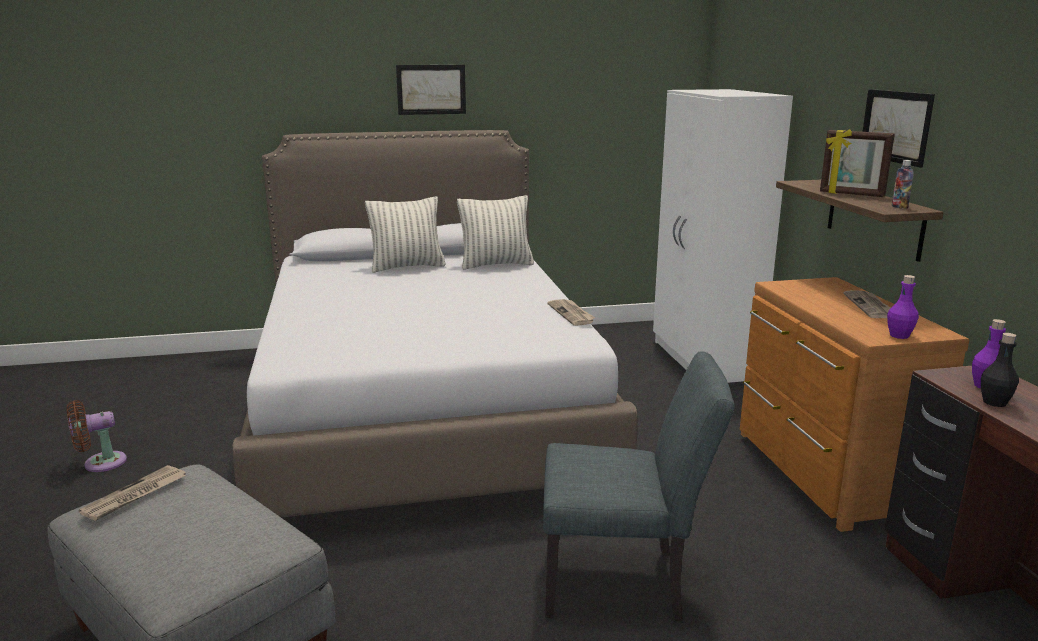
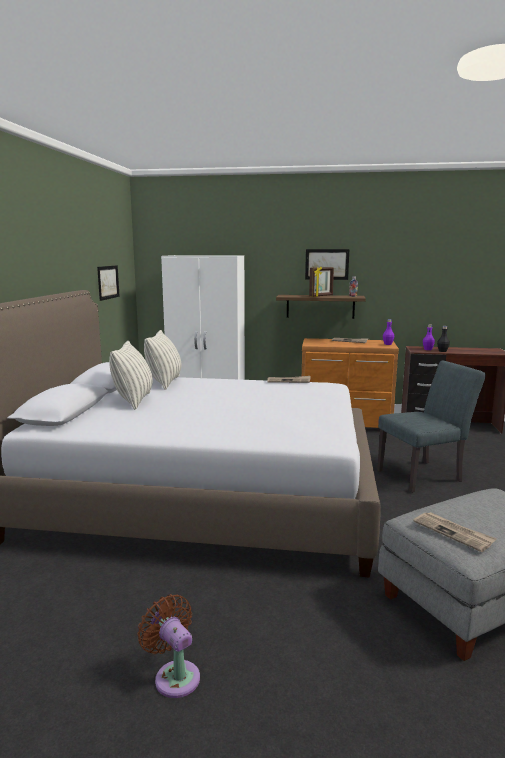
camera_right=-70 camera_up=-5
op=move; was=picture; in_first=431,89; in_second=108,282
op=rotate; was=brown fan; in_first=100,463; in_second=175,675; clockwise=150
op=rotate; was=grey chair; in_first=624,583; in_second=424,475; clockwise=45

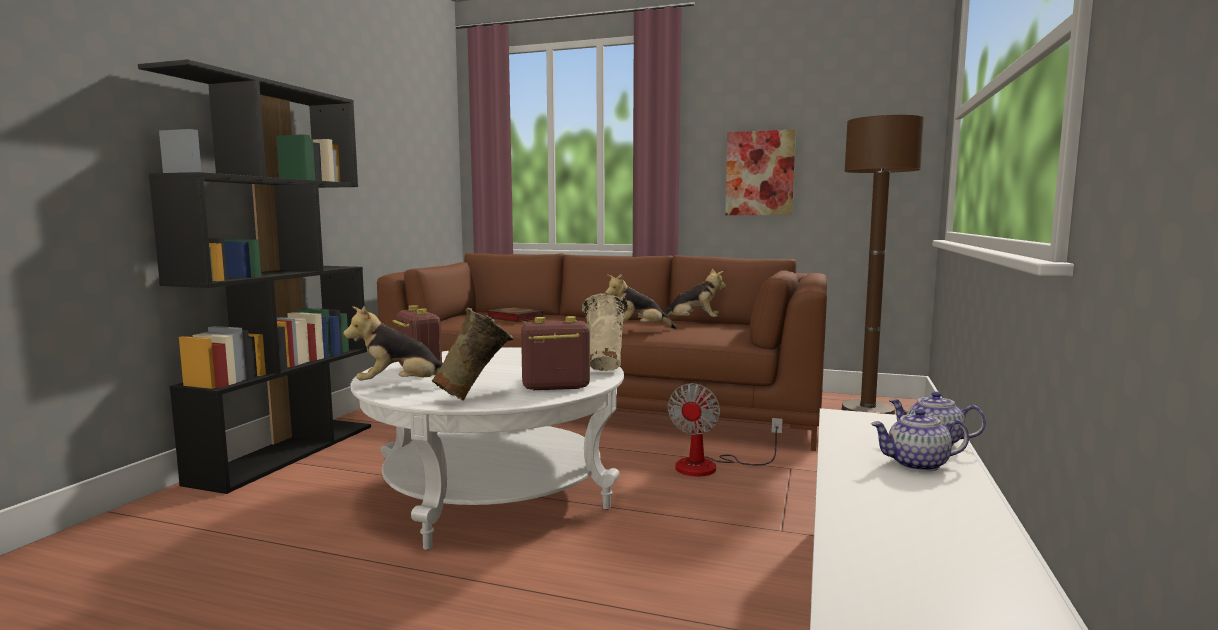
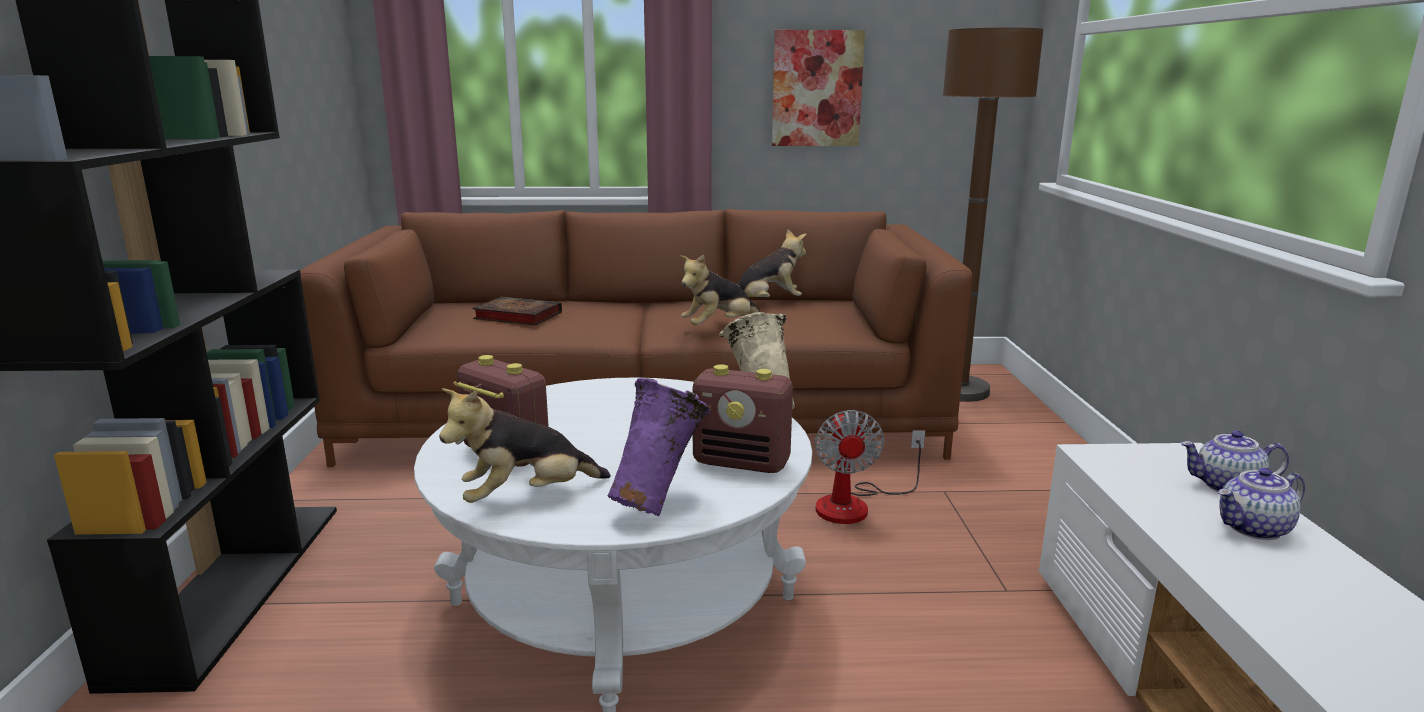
camera_right=-20 camera_up=10
op=recolor; was=beige vase; now=purple vase; in_first=475,397; in_second=659,503
op=rotate; was=radio; in_first=555,387; in_second=742,463; clockwise=-135

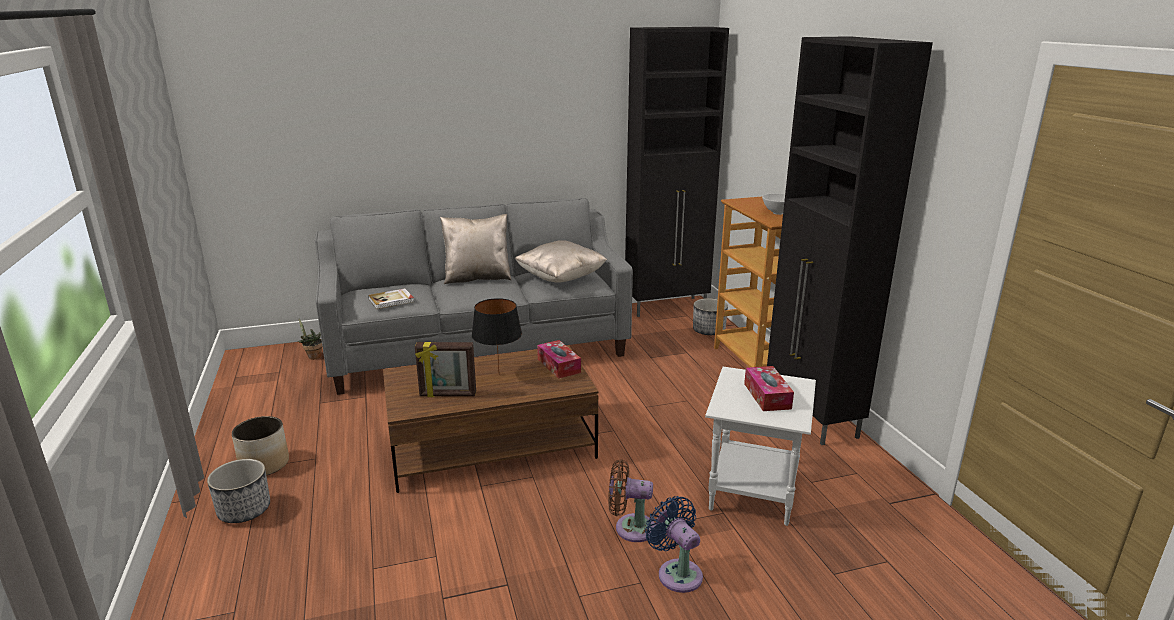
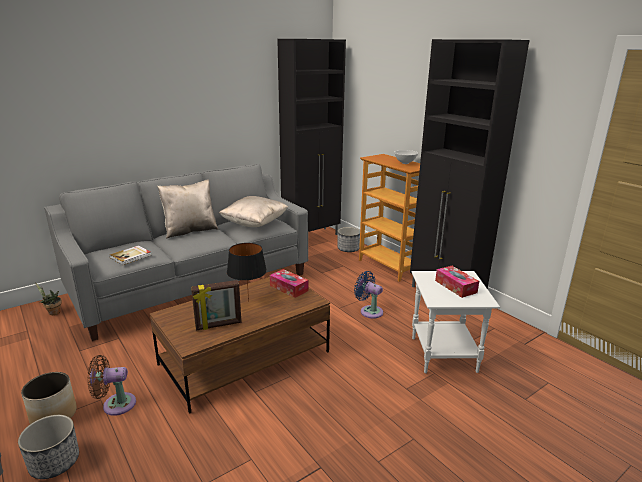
camera_right=-20 camera_up=0
op=move; was=brown fan; in_first=630,528; in_second=115,404
op=move; was=blue fan; in_first=677,572; in_second=369,311

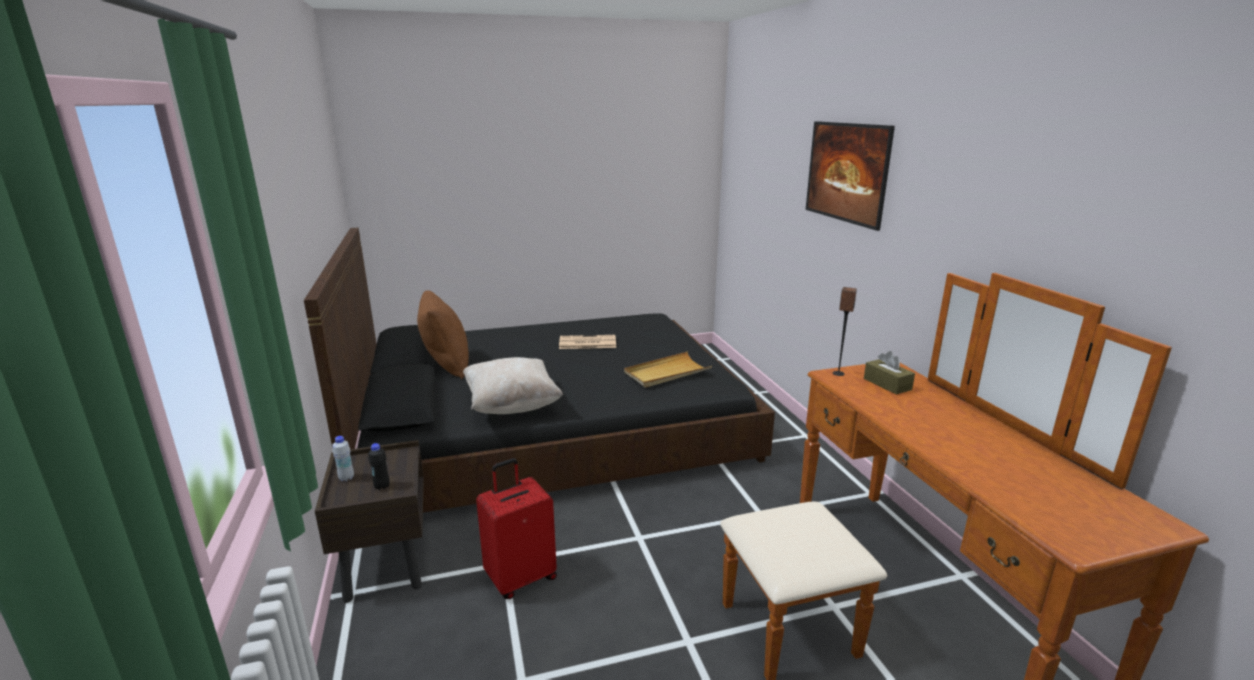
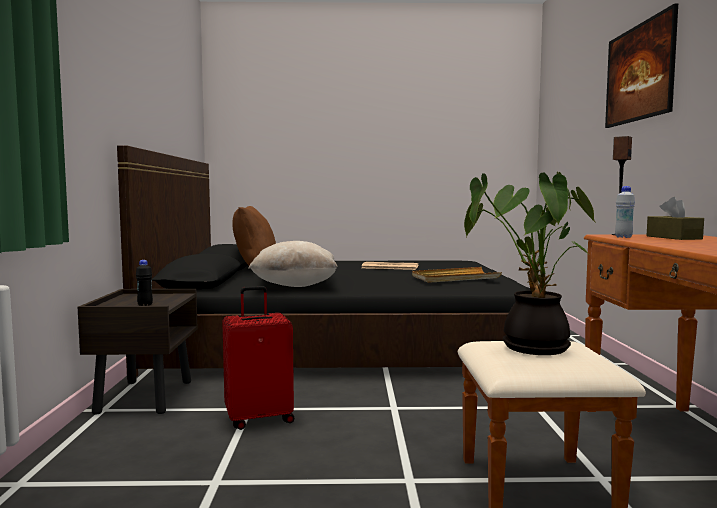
camera_right=15 camera_up=-15
op=insert; now=potted plant; in_second=529,347
op=move; was=white bottle; in_first=346,478; in_second=623,237

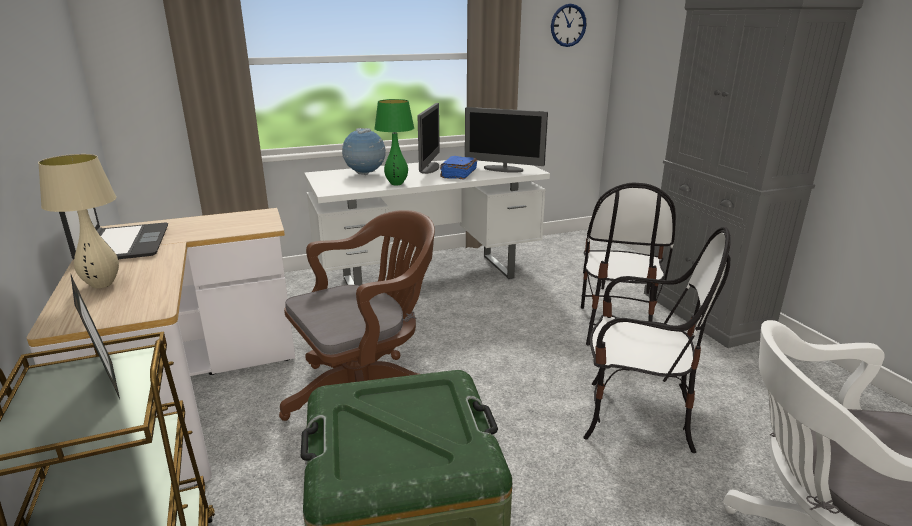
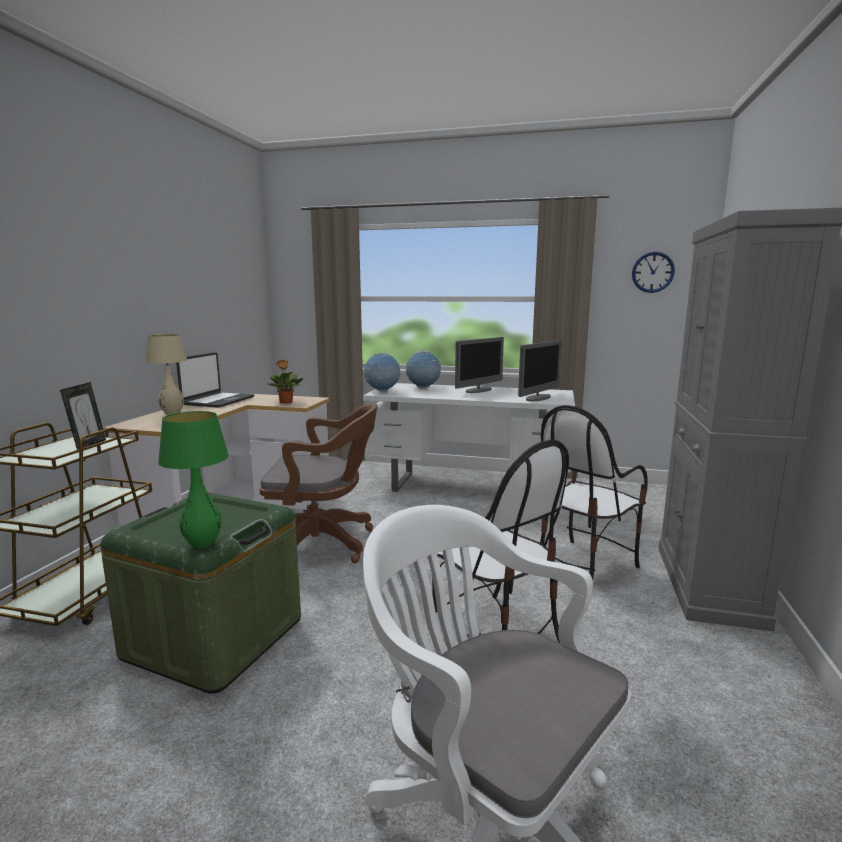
camera_right=35 camera_up=-10
op=move; was=green table lamp; in_first=396,184; in_second=202,544
op=insert; now=potted plant; in_second=286,402
op=insert; now=globe; in_second=382,391
op=rotate; was=monitor; in_first=503,169; in_second=538,398; clockwise=-105
op=delete; was=blue book; in_first=458,174

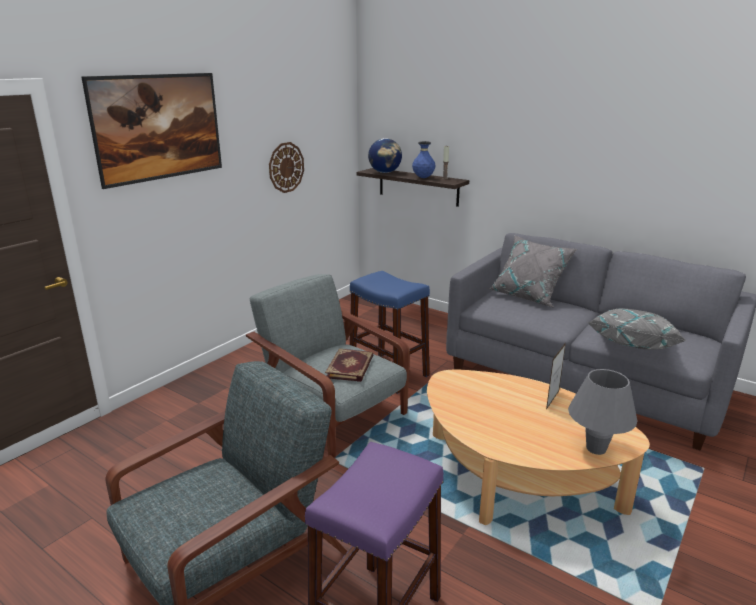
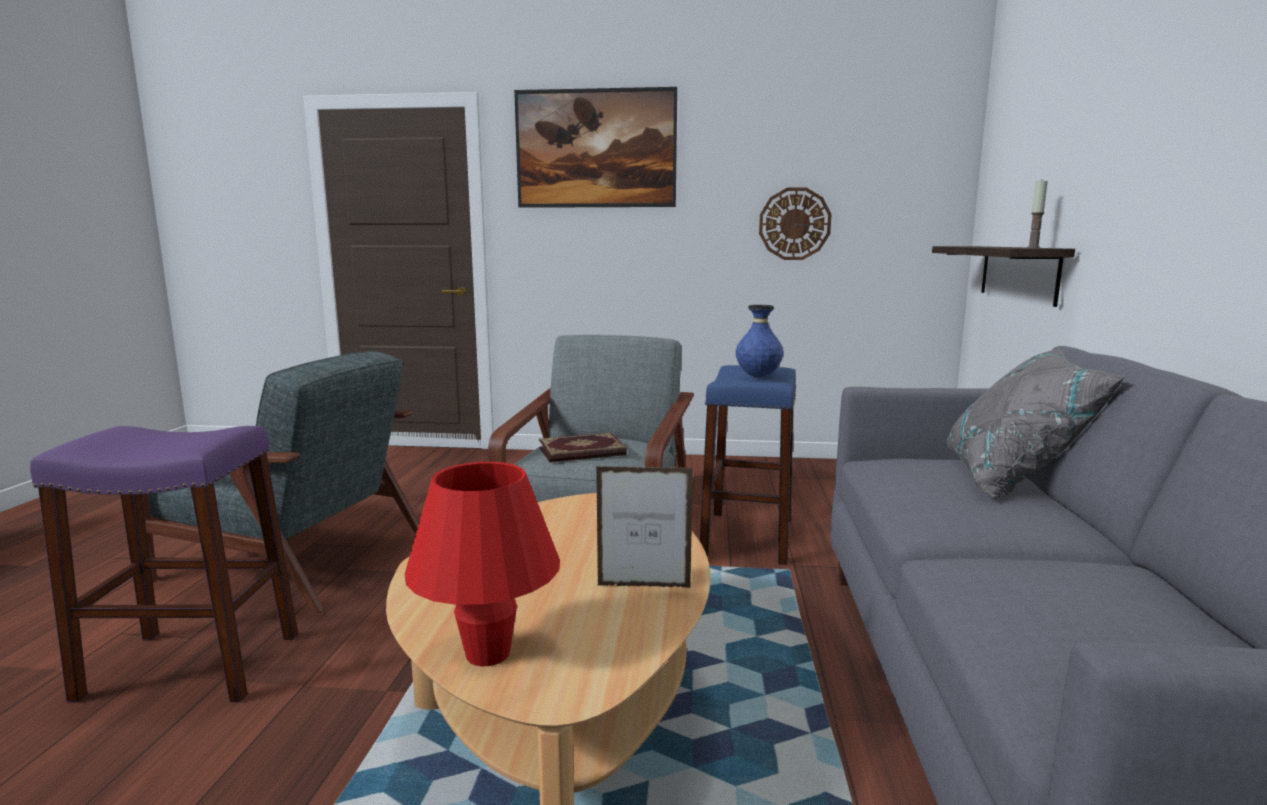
camera_right=60 camera_up=-10
op=recolor; was=grey table lamp; now=red table lamp; in_first=596,448; in_second=487,653
op=move; was=blue vase; in_first=423,178; in_second=758,377
op=delete; was=globe; in_first=385,172
op=delete; was=grey pillow; in_first=631,345

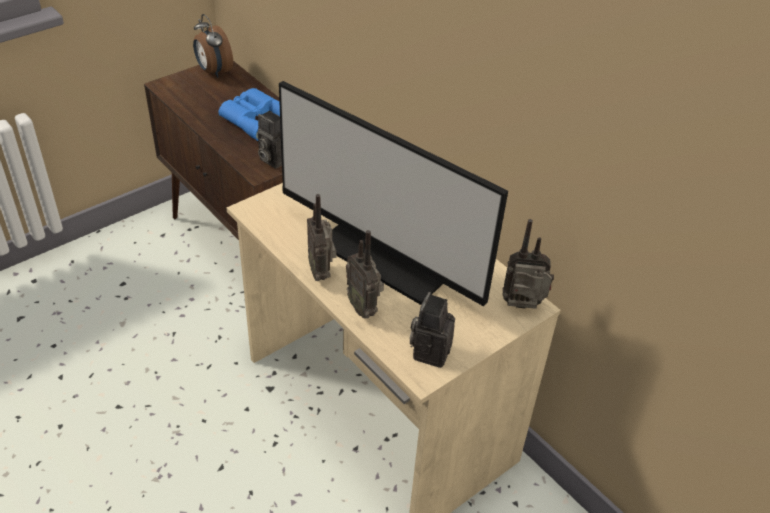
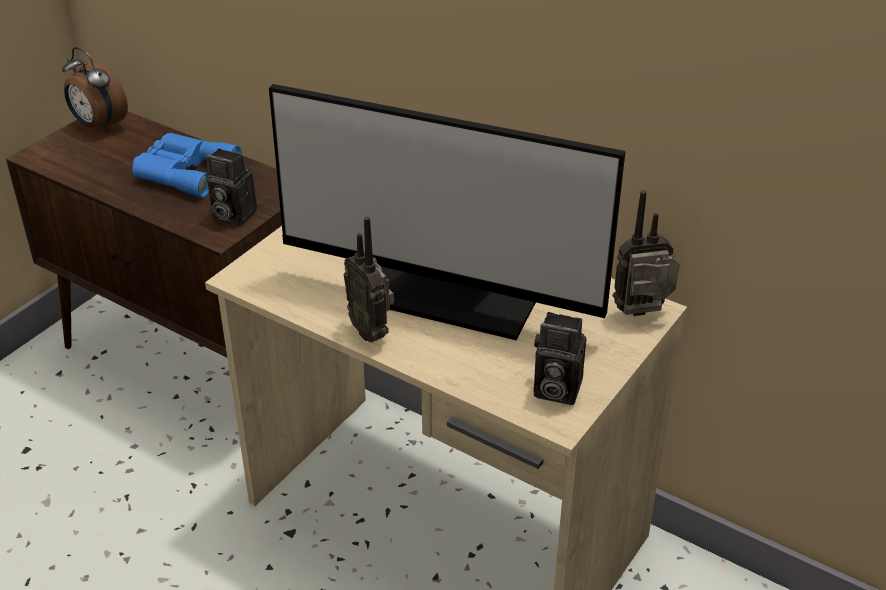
camera_right=-15 camera_up=-5
op=rotate; was=photo camera; in_first=430,350; in_second=554,390; clockwise=-75
op=delete; was=radio; in_first=364,308

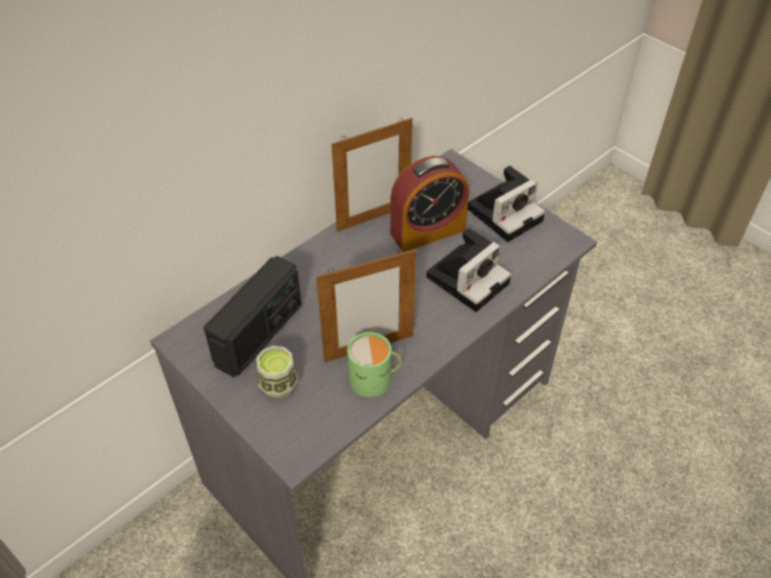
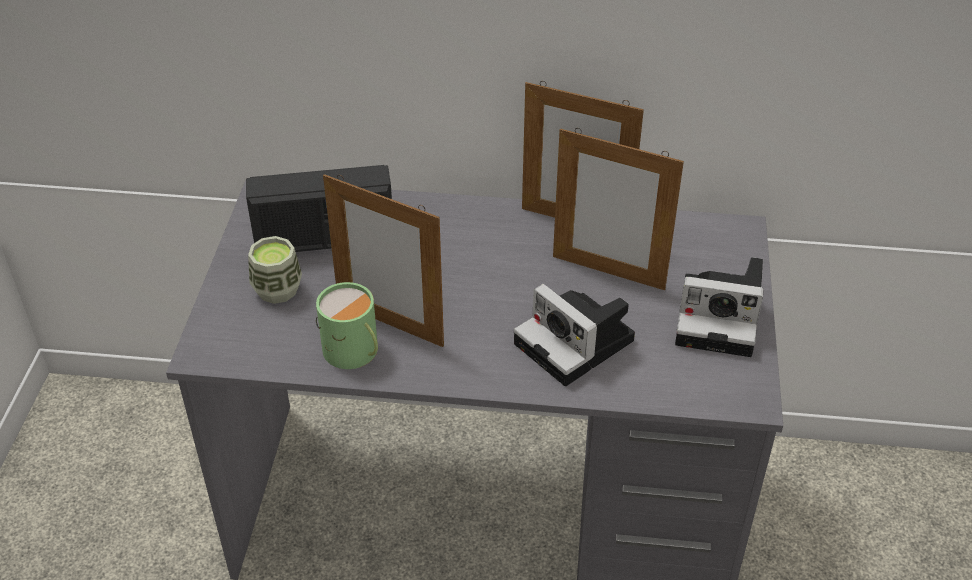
camera_right=50 camera_up=-5
op=rotate; was=photo camera; in_first=468,278; in_second=578,344; clockwise=45
op=replace; was=alarm clock; now=picture frame; in_first=428,231; in_second=608,272

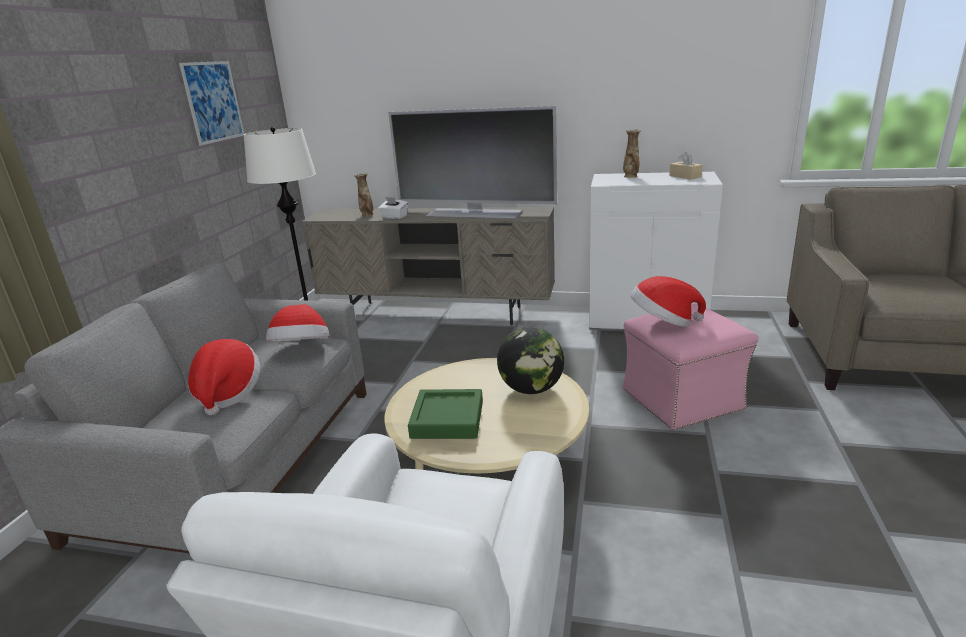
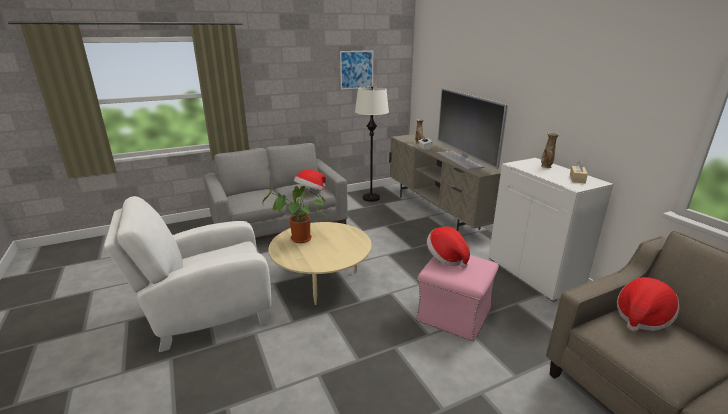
camera_right=50 camera_up=0
op=replace; was=green tray; now=potted plant; in_first=447,419; in_second=299,240
op=move; was=hat; in_first=228,393; in_second=641,317
op=delete; was=globe; in_first=531,389

